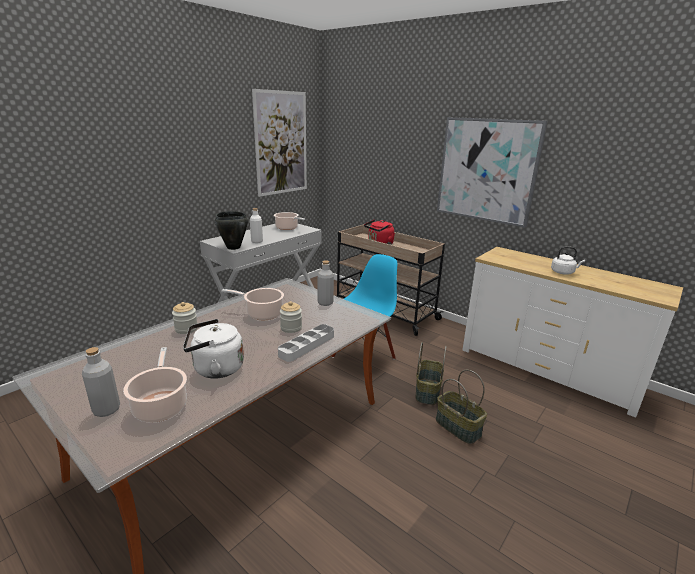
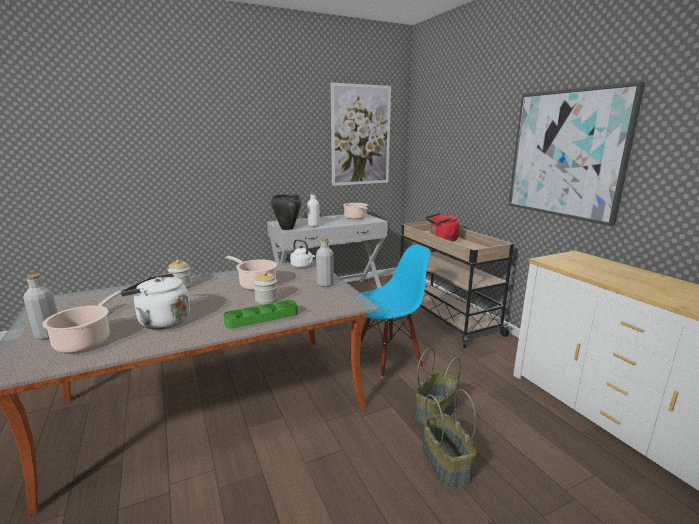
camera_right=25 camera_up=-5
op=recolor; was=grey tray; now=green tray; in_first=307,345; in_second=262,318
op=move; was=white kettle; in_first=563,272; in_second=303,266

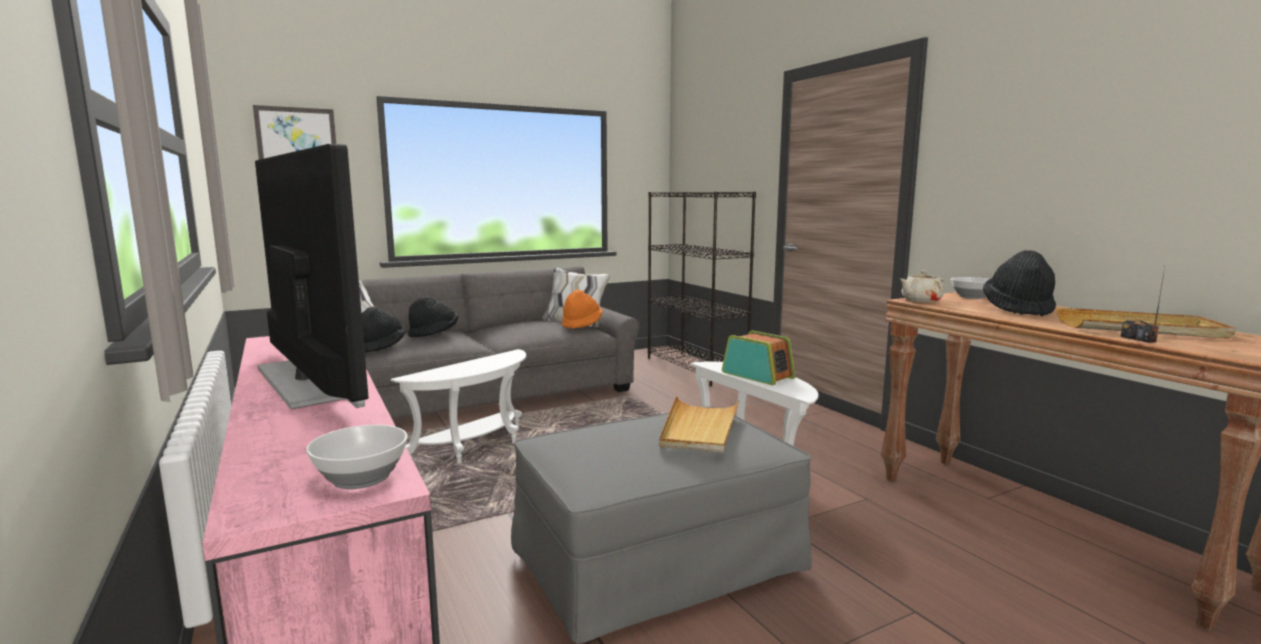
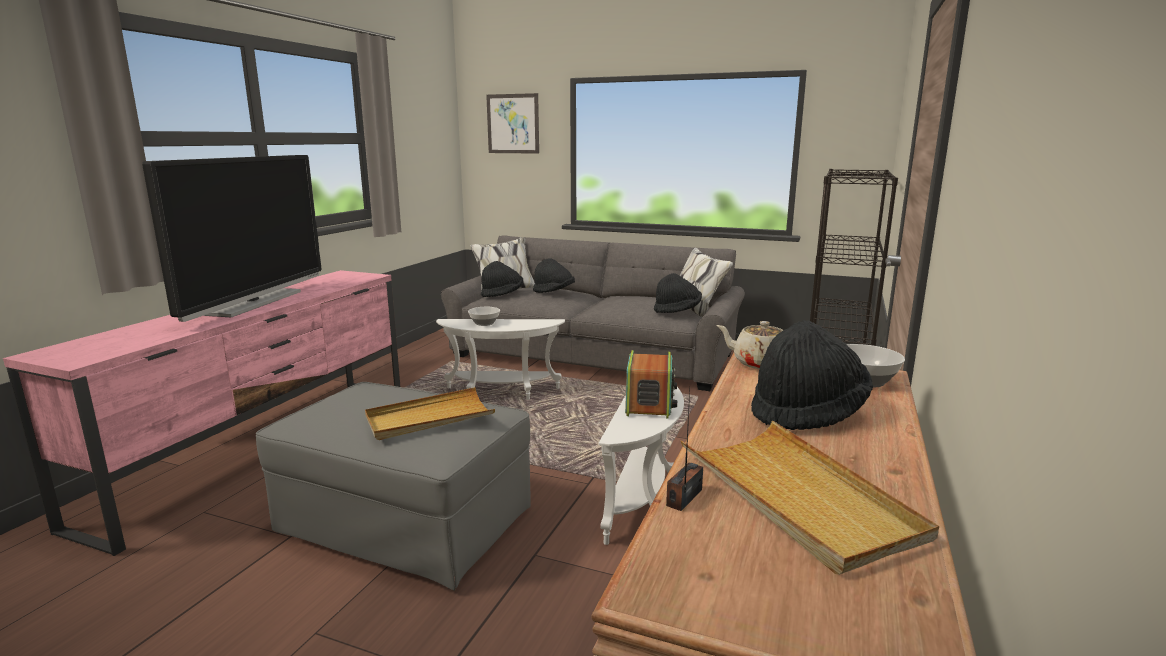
camera_right=50 camera_up=5
op=move; was=bowl; in_first=359,478; in_second=484,323
op=recolor; was=orange hat; now=black hat; in_first=581,324; in_second=677,310

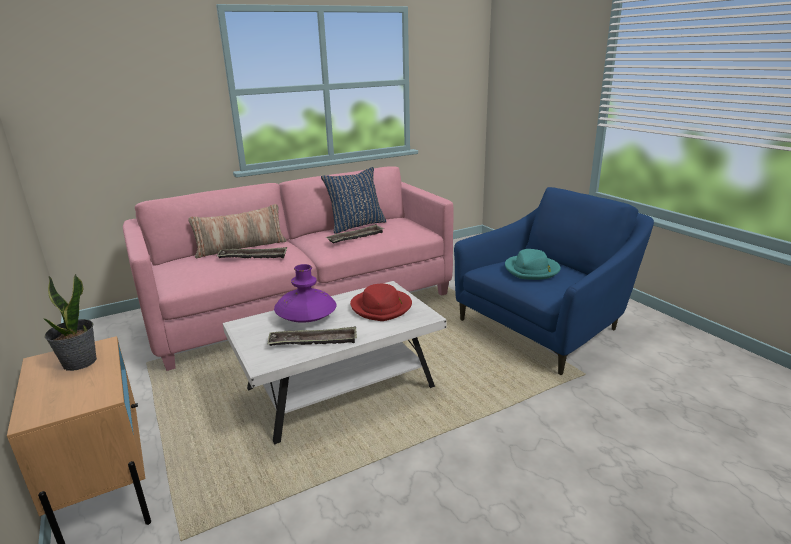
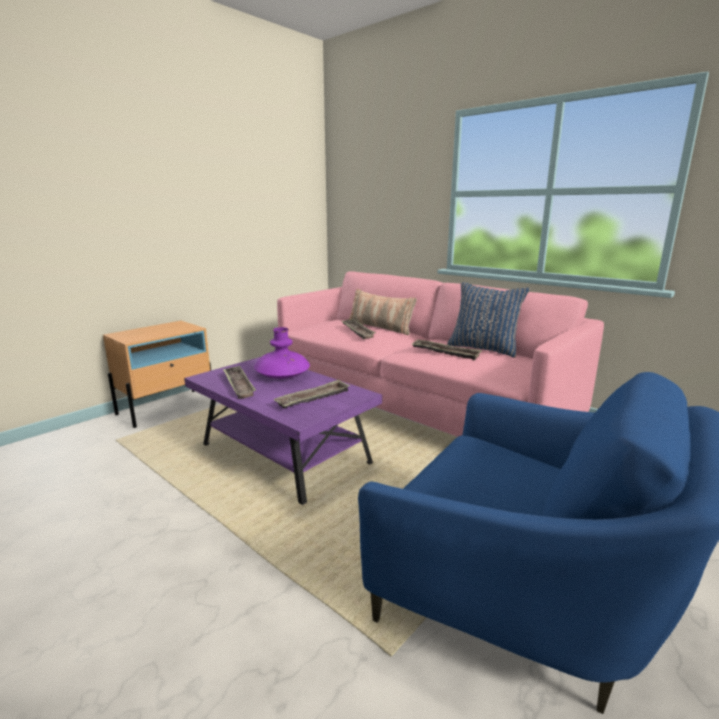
camera_right=70 camera_up=-5
op=recolor; was=white coffee table; now=purple coffee table; in_first=340,389; in_second=284,455
op=replace; was=red hat; now=tray; in_first=382,307; in_second=313,398
op=delete; was=potted plant; in_first=79,362
op=delete; was=turquoise hat; in_first=532,270

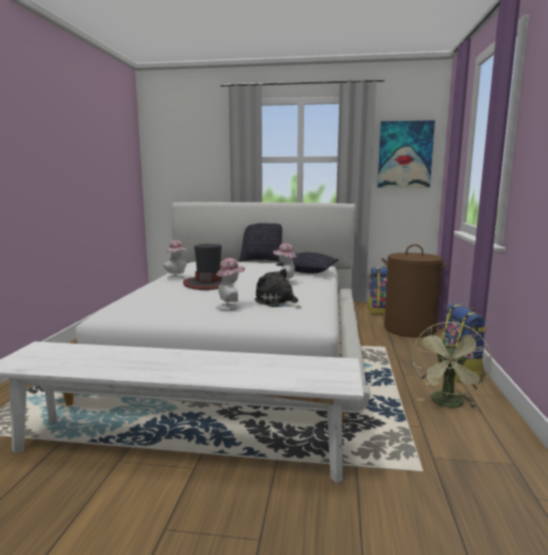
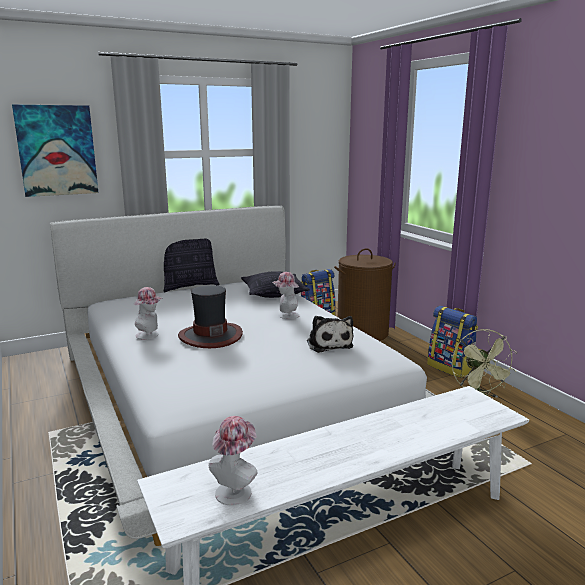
camera_right=-35 camera_up=5
op=move; was=picture; in_first=405,154; in_second=57,150
op=move; was=hat; in_first=230,306; in_second=236,490
op=rotate; was=plush toy; in_first=278,302; in_second=328,344; clockwise=-120

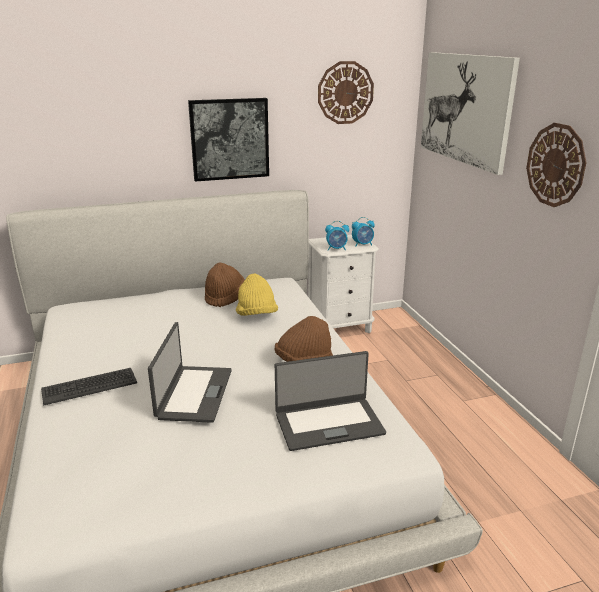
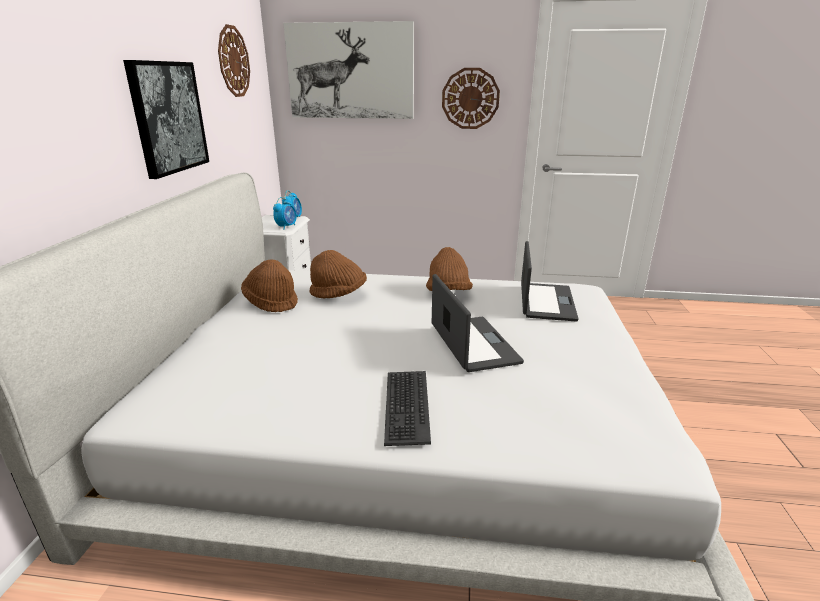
camera_right=-65 camera_up=0
op=recolor; was=yellow hat; now=brown hat; in_first=256,315; in_second=339,294
op=rotate; was=laptop; in_first=193,394; in_second=472,344; clockwise=45

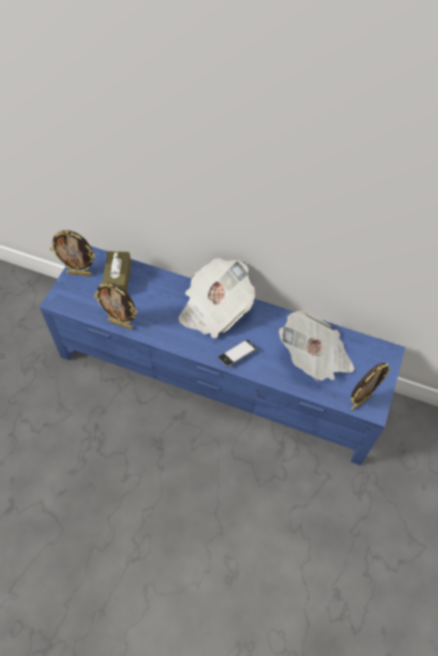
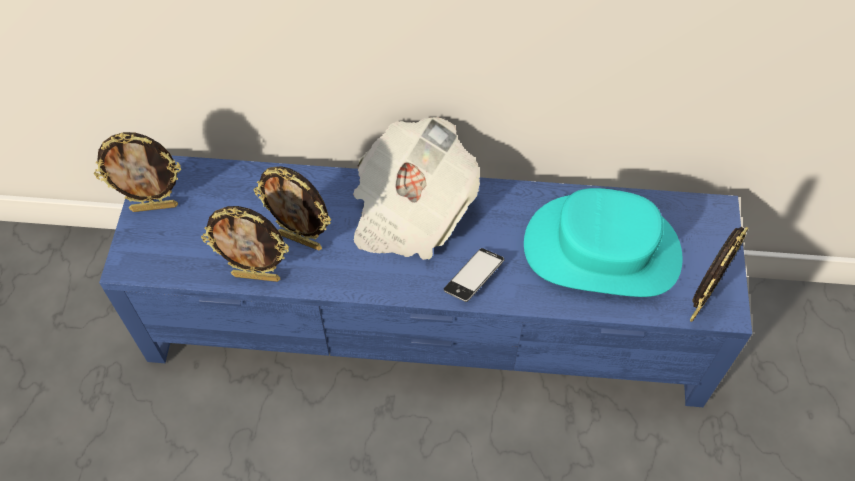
camera_right=-15 camera_up=0
op=insert; now=picture frame; in_second=301,240
op=replace; was=newspaper; now=turquoise hat; in_first=315,357; in_second=602,250
op=delete; was=brown tissue box; in_first=118,278

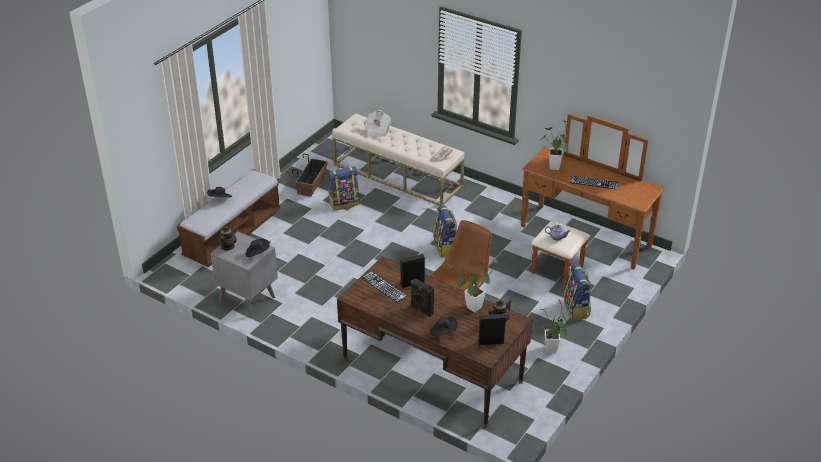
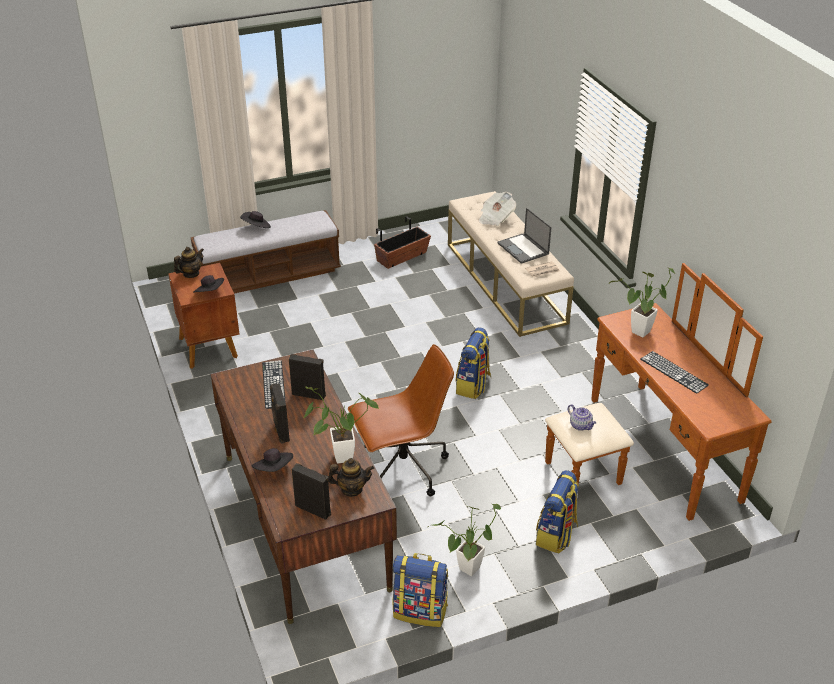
camera_right=35 camera_up=0
op=recolor; was=grey nightstand; now=brown nightstand; in_first=247,299; in_second=209,347
op=move; was=backpack; in_first=344,203; in_second=420,611
op=insert; now=laptop; in_second=523,249

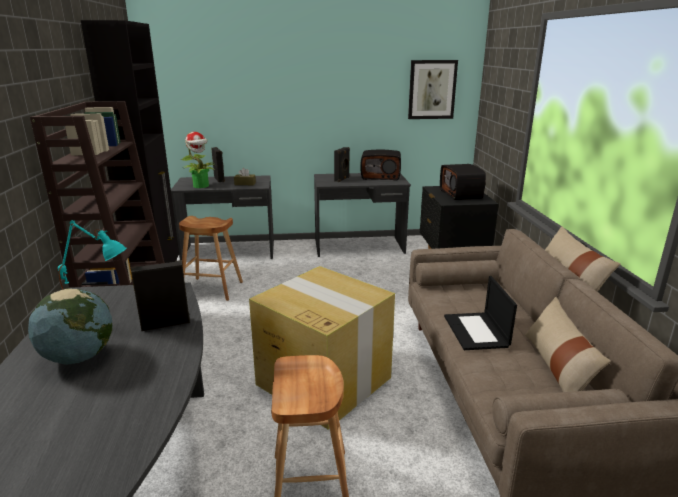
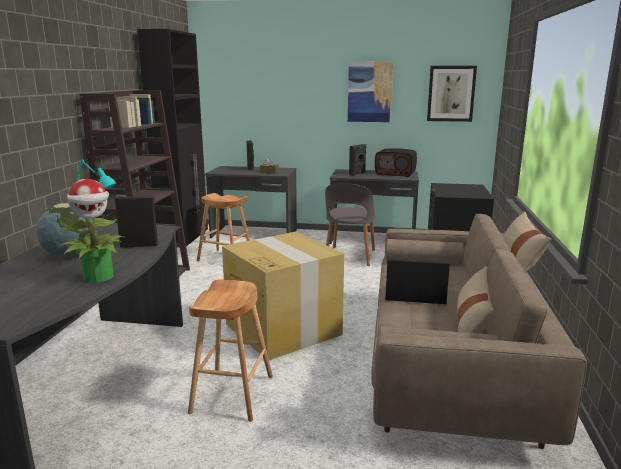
camera_right=15 camera_up=-5
op=move; was=potted plant; in_first=201,186; in_second=99,277
op=insert; now=grey chair; in_second=349,257
op=insert; now=picture; in_second=370,92
op=rotate; was=laptop; in_first=476,331; in_second=414,294; clockwise=90
op=delete; was=radio; in_first=461,194

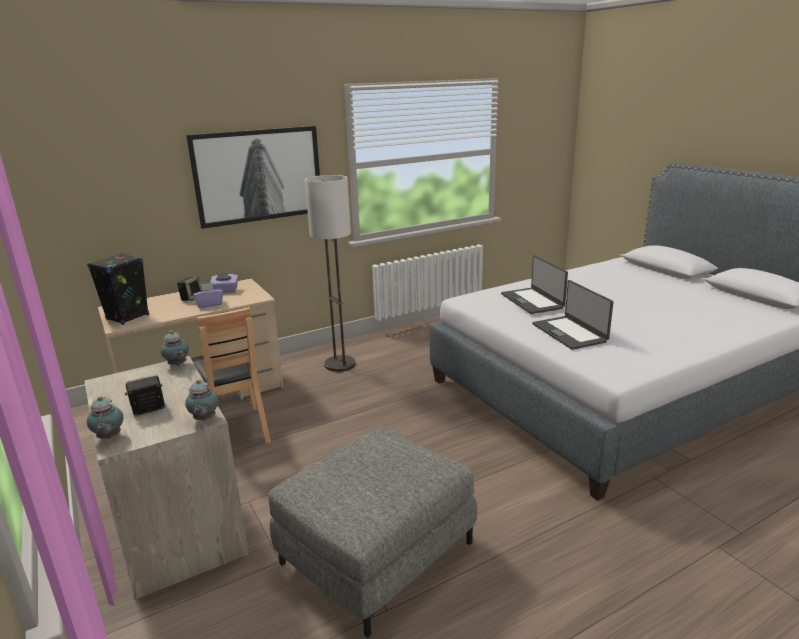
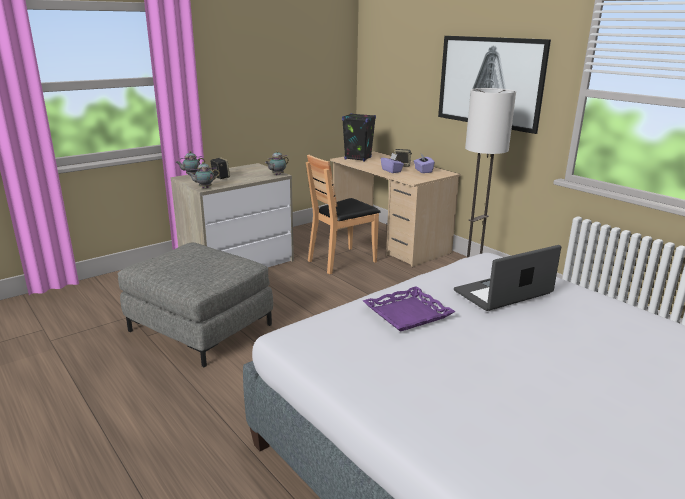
camera_right=80 camera_up=0
op=replace; was=laptop; now=purple tray; in_first=570,333; in_second=408,314

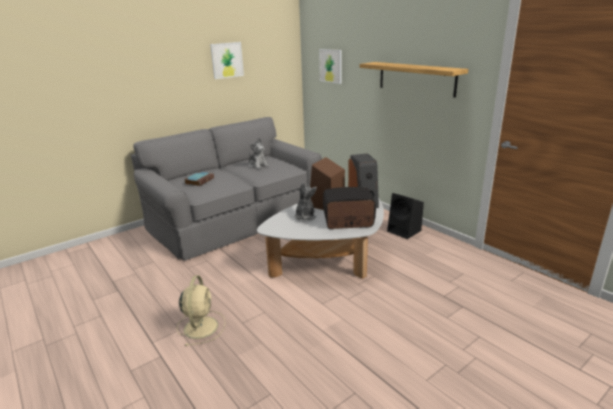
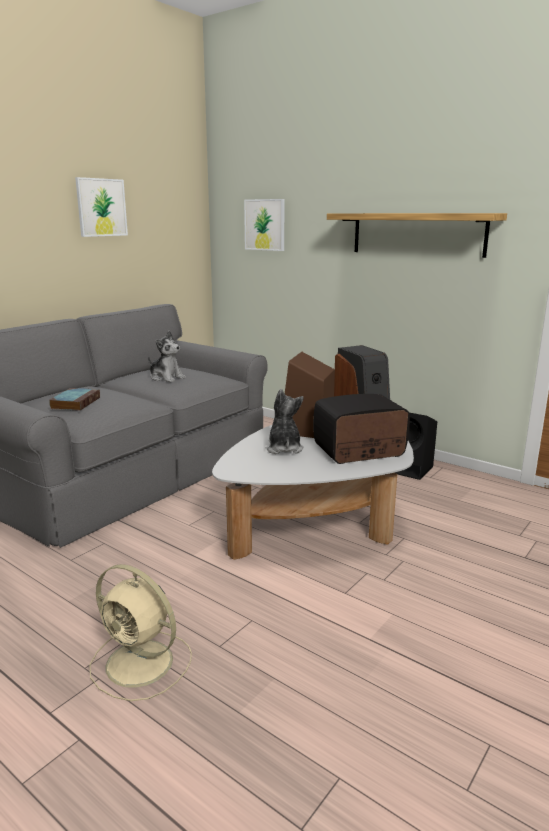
camera_right=-15 camera_up=-5
op=rotate; was=beige fan; in_first=201,326; in_second=142,664; clockwise=135

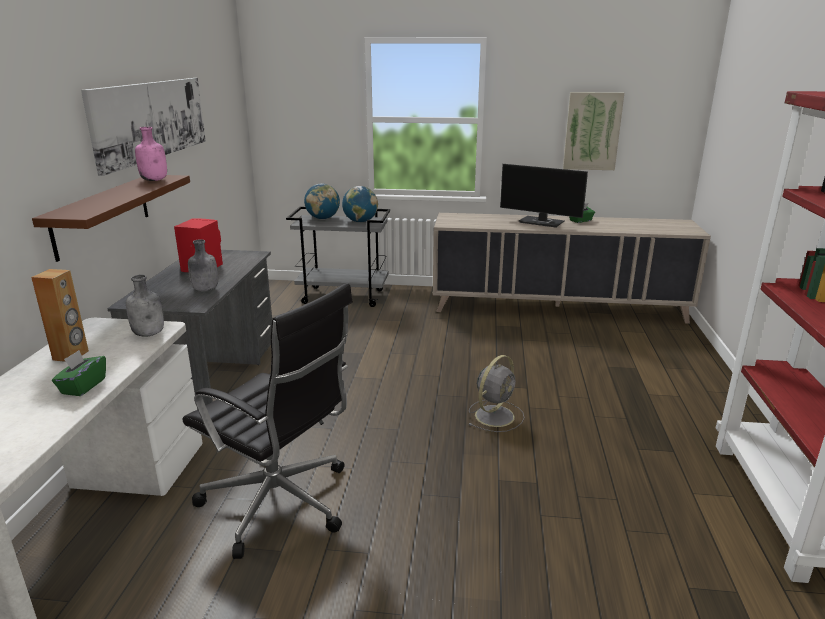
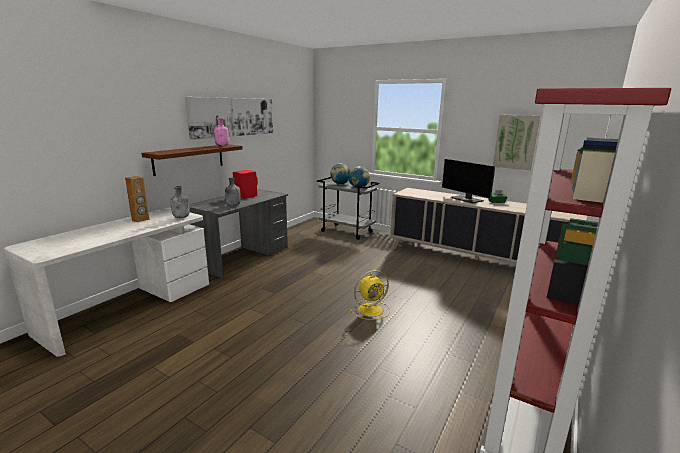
camera_right=25 camera_up=-5
op=recolor; was=grey fan; now=yellow fan; in_first=495,415; in_second=371,310
op=delete; was=green tissue box; in_first=83,386
op=delete; was=black office chair; in_first=280,504

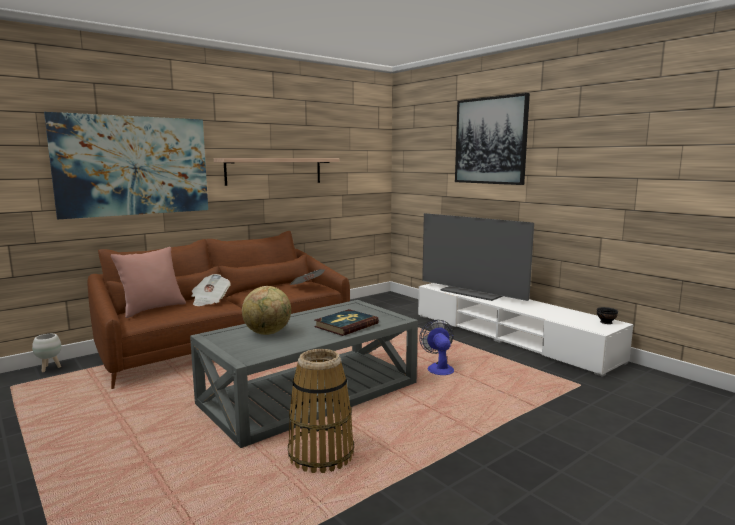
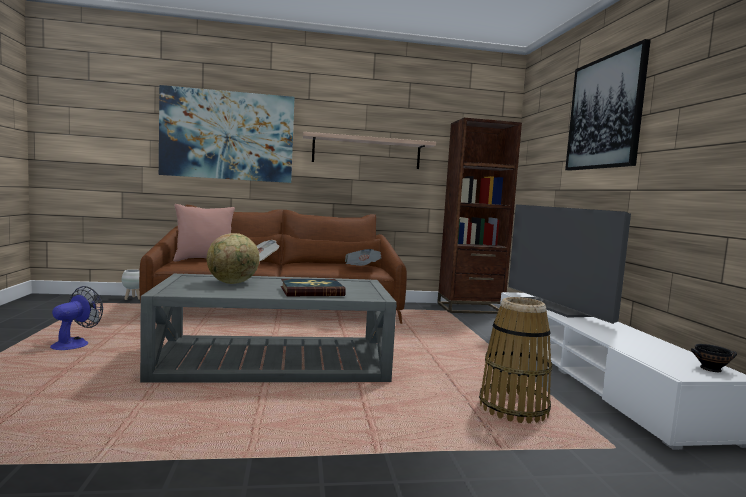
camera_right=30 camera_up=-5
op=move; was=fan; in_first=439,368; in_second=75,343
op=insert; now=brown bookcase; in_second=470,308
op=move; was=basket; in_first=320,454; in_second=513,408

